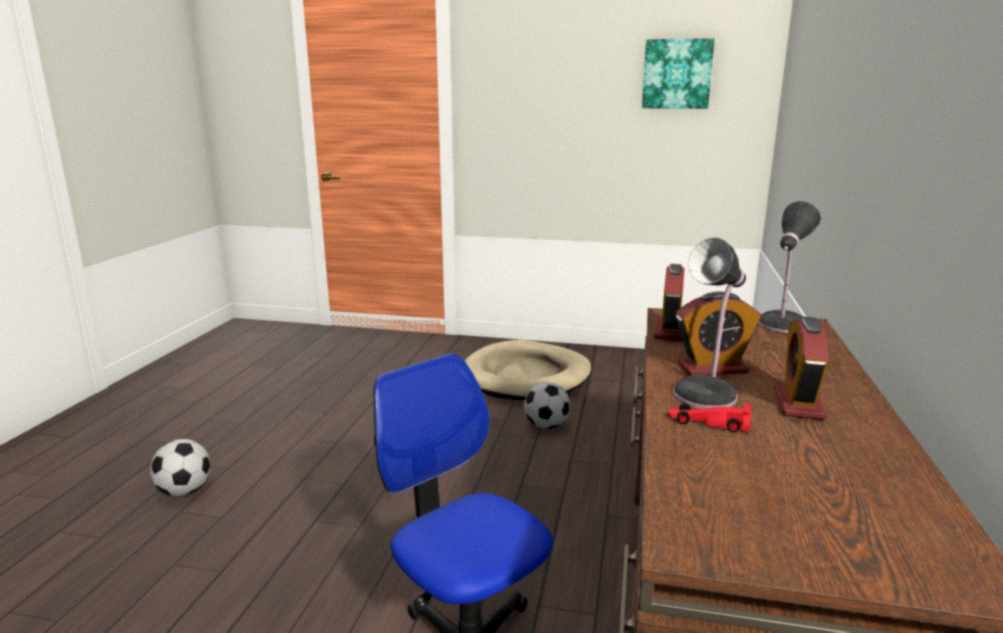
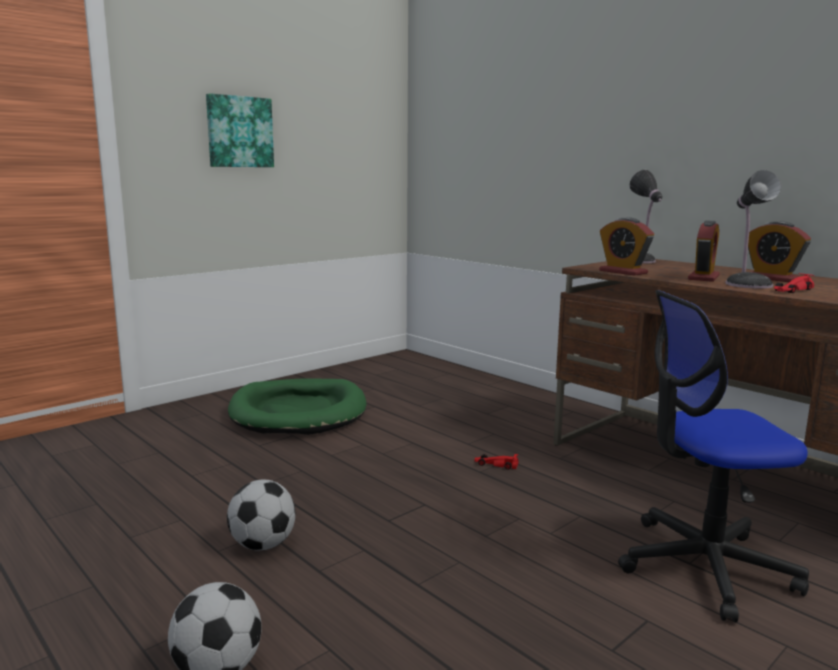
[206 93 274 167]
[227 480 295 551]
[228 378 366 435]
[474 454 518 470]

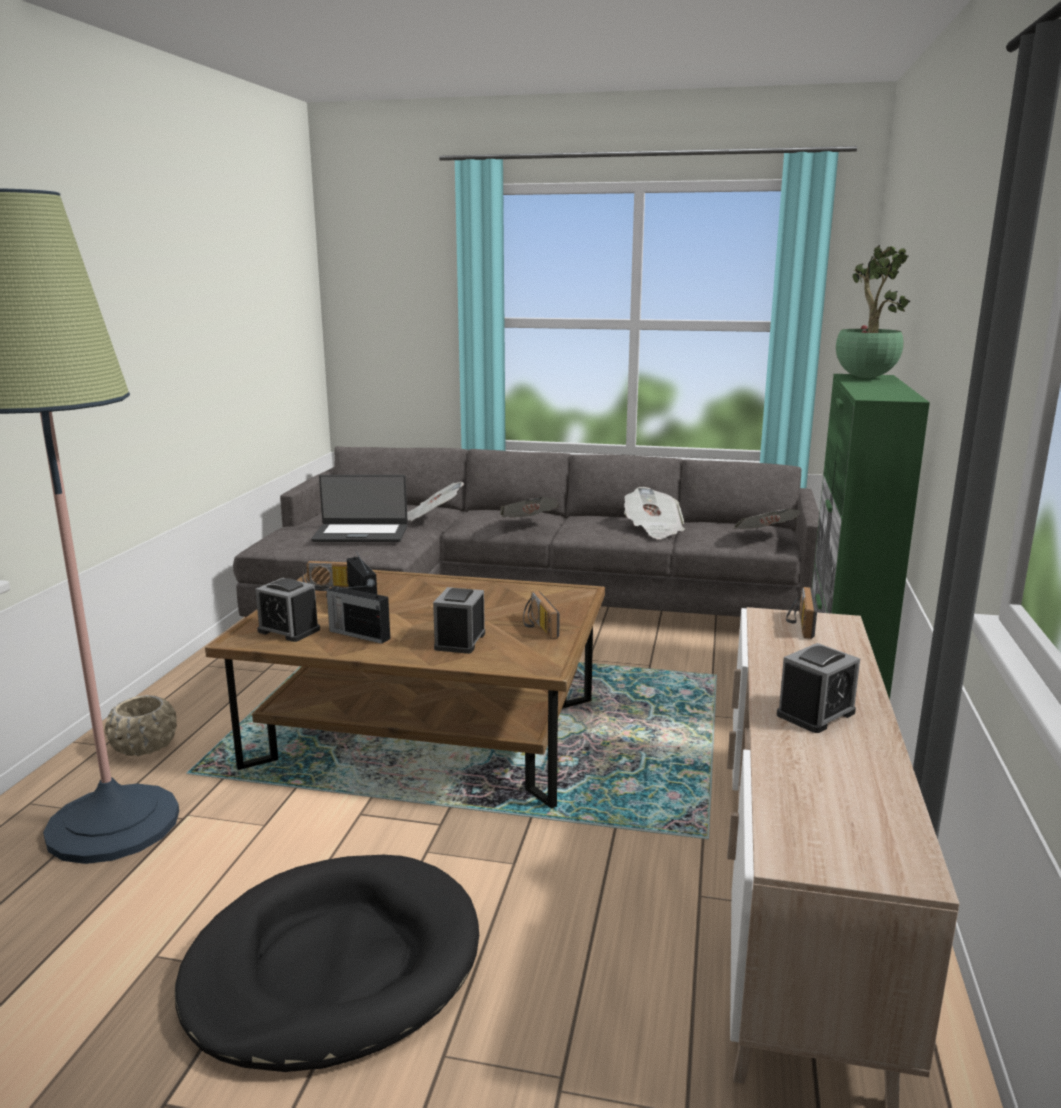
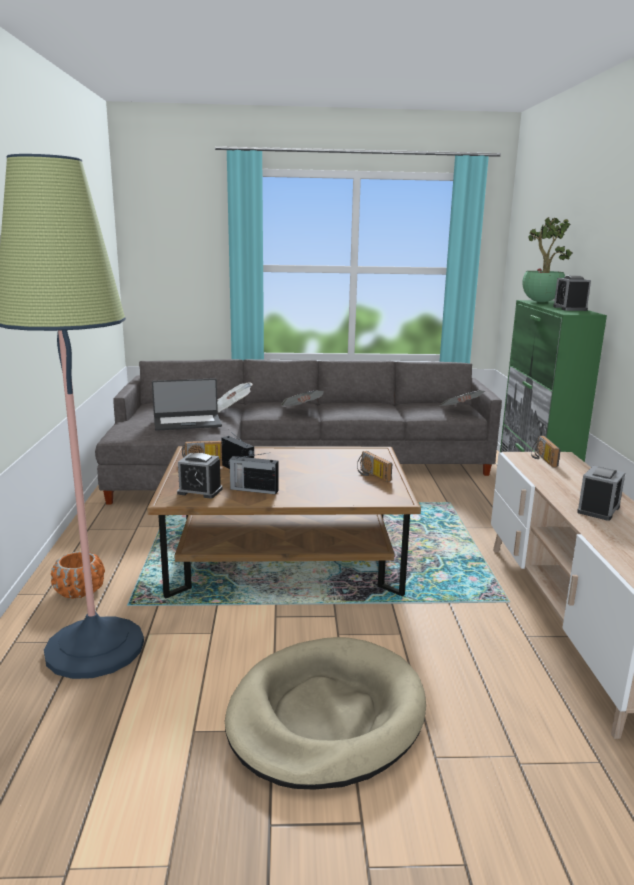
[51 551 105 599]
[225 637 426 790]
[553 276 591 311]
[624 487 685 539] (first image)

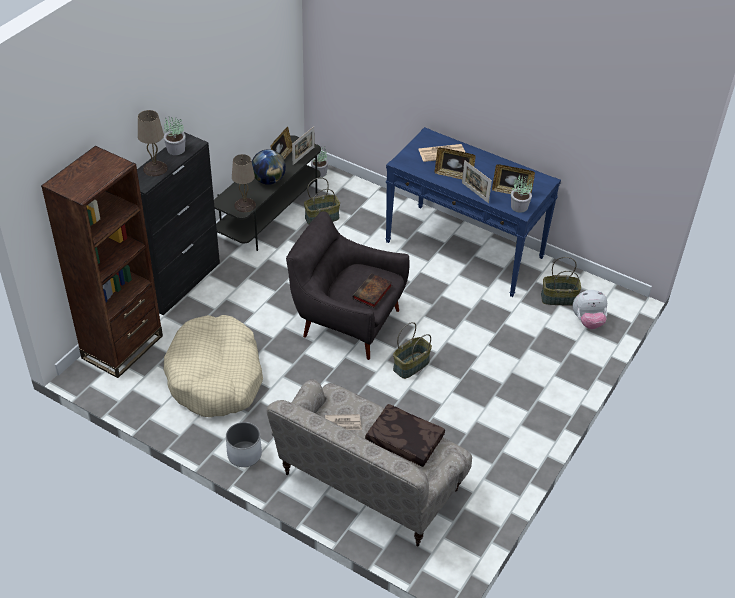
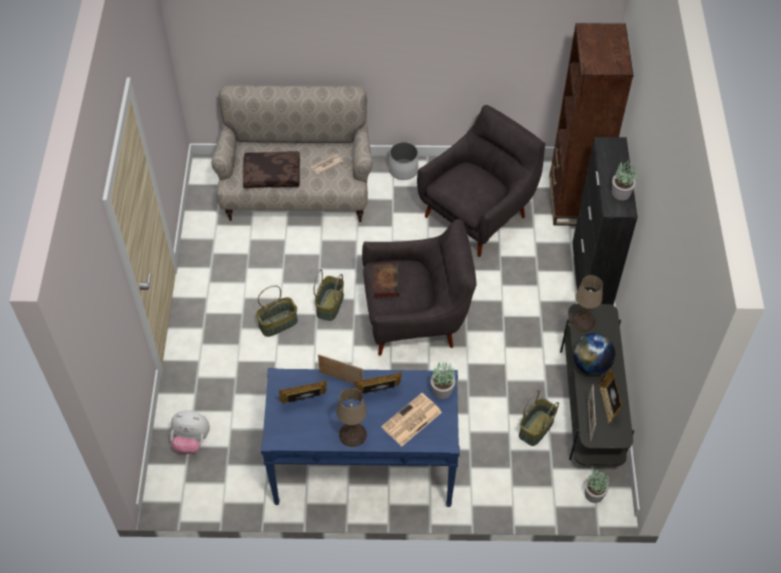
[170 410 210 454]
[256 286 298 337]
[337 388 367 447]
[417 105 545 257]
[430 362 455 399]

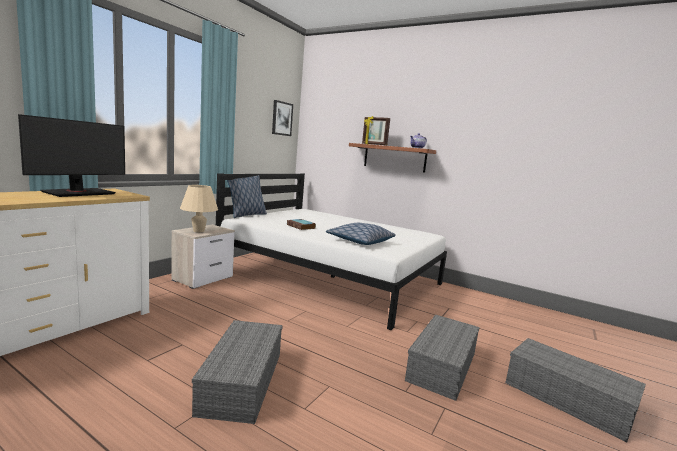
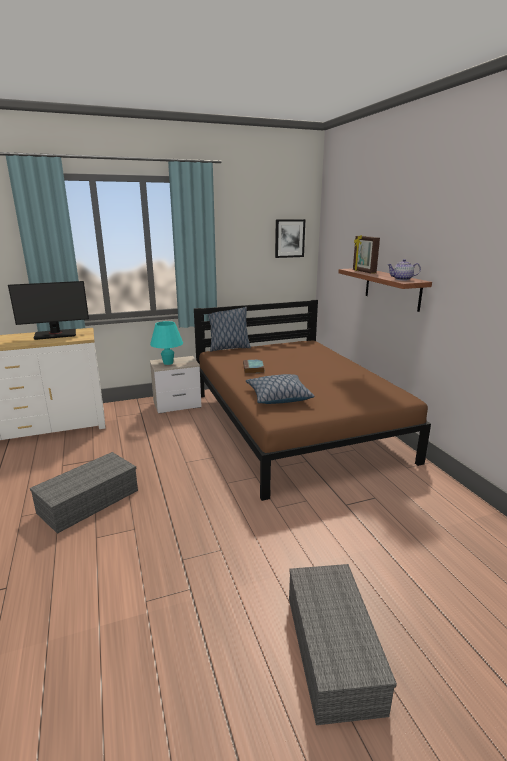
[150 321 183 365]
[194 300 431 501]
[405 314 480 401] (first image)

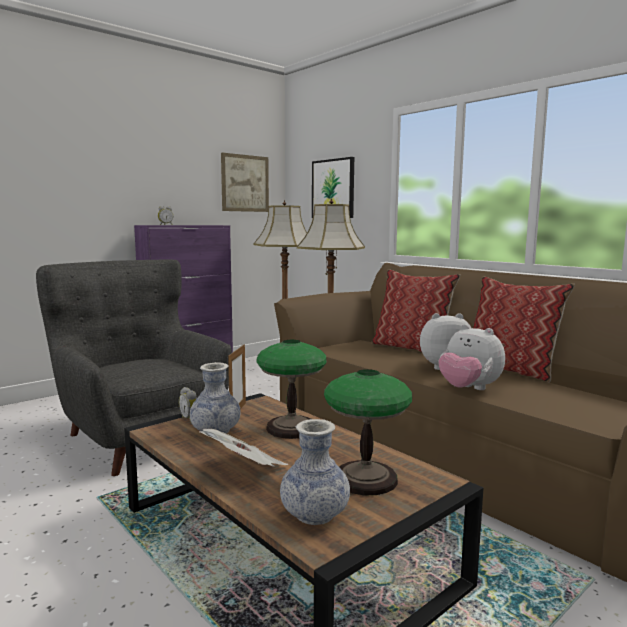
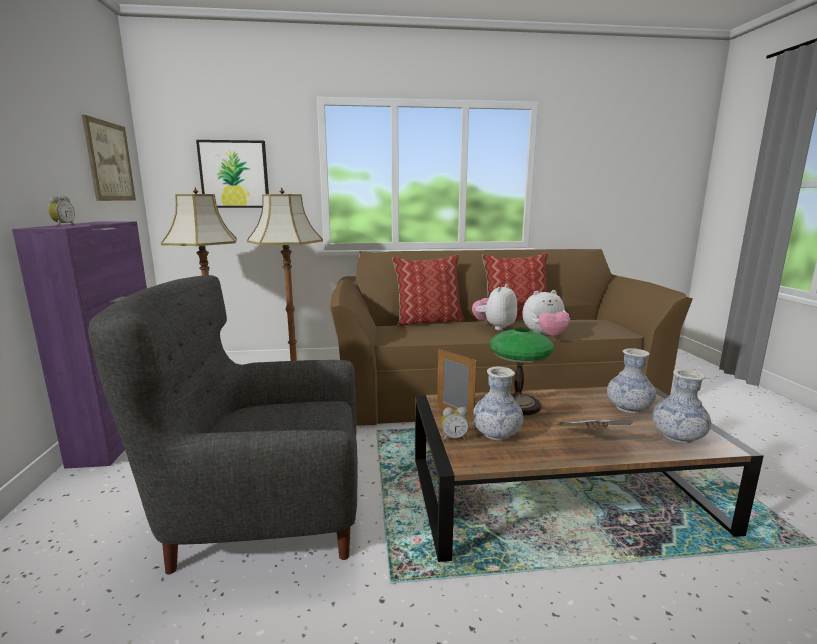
[607 348 656 413]

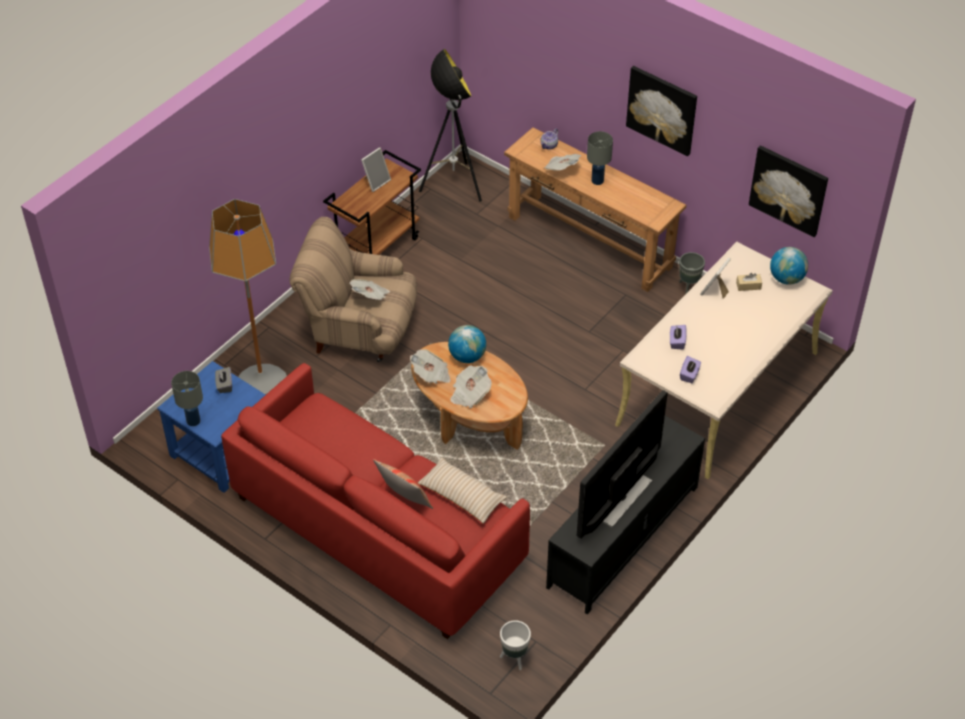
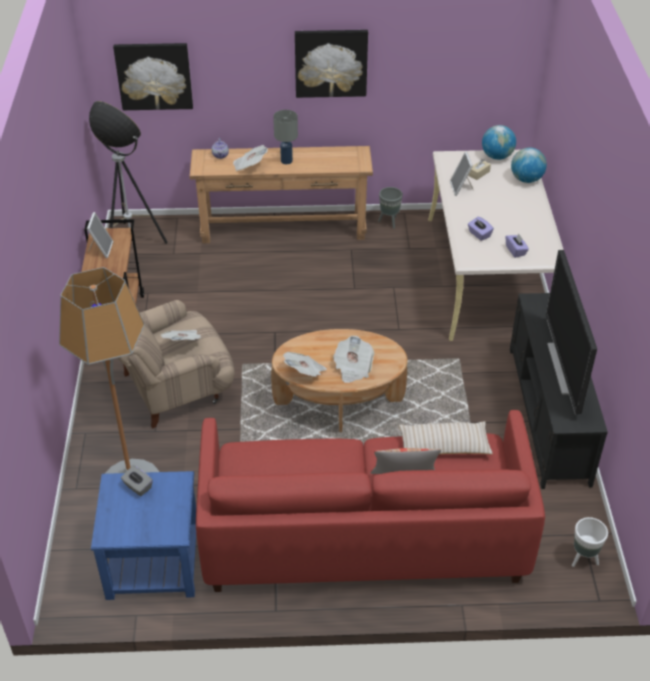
[113 43 193 110]
[511 147 547 183]
[171 371 203 426] (first image)

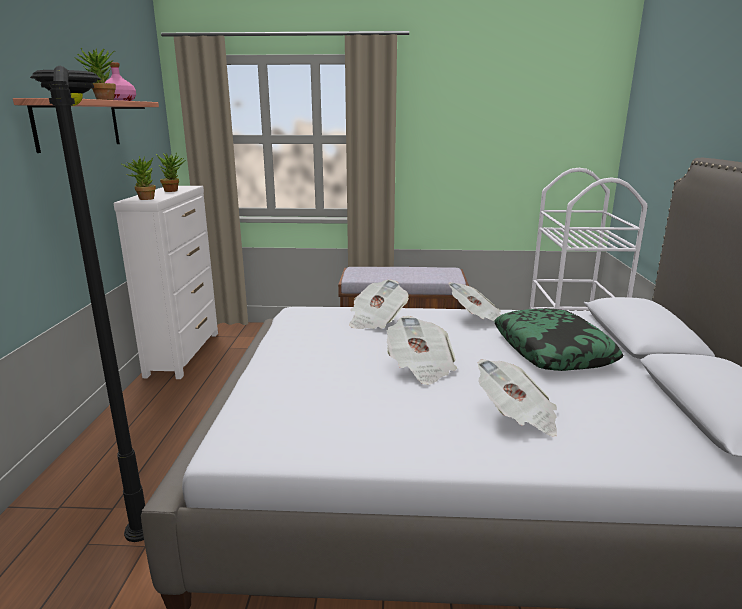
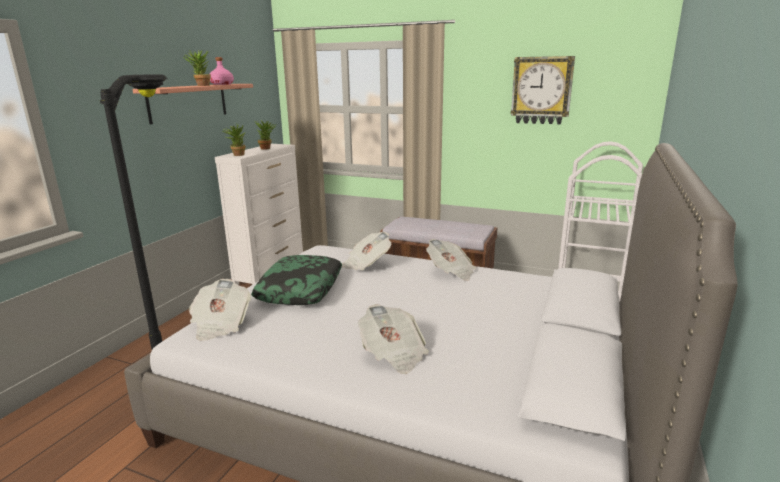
[189 279 251 341]
[251 255 342 305]
[511 56 575 124]

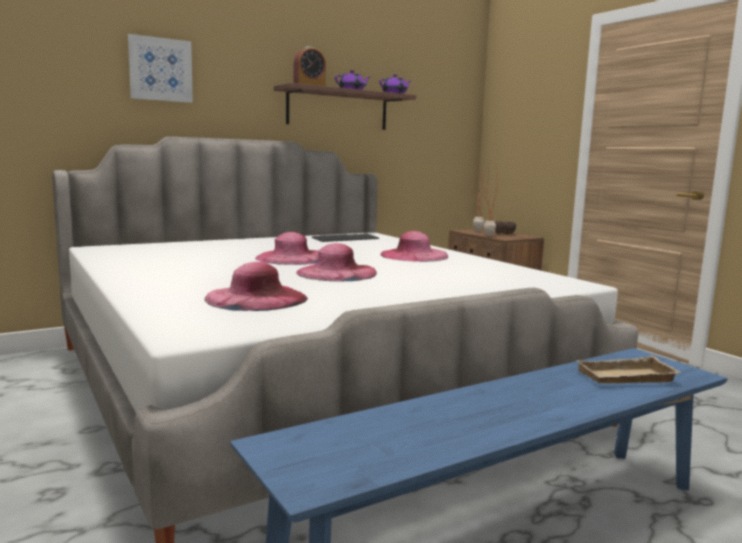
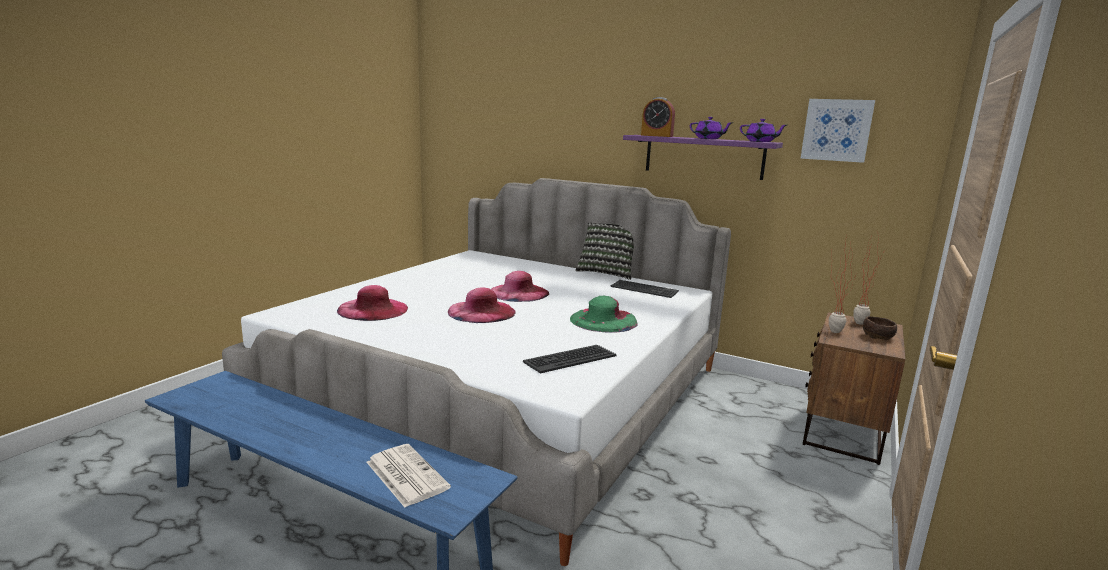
[367 444 451 507]
[523 345 617 373]
[570 296 638 333]
[575 223 634 280]
[623 135 783 180]
[800 99 875 163]

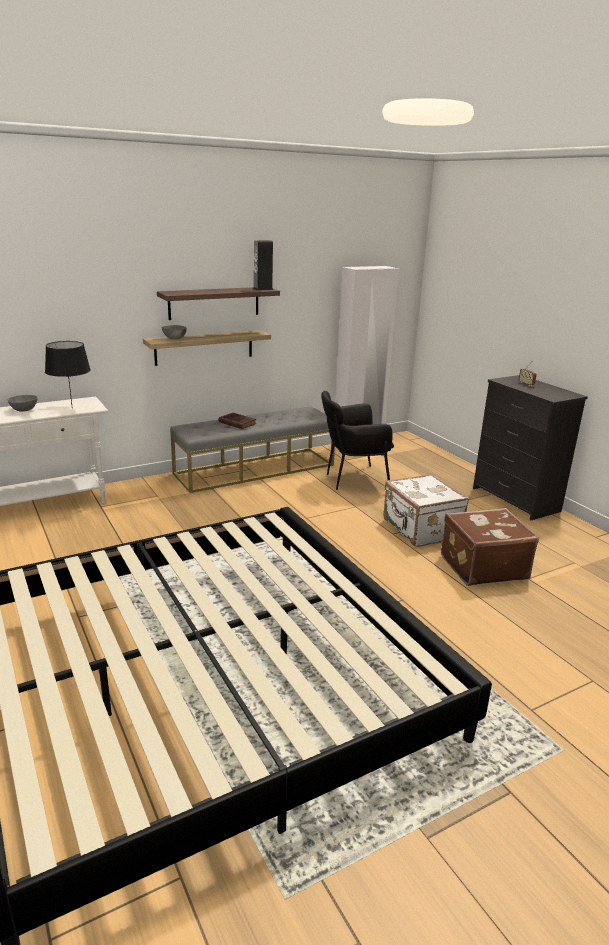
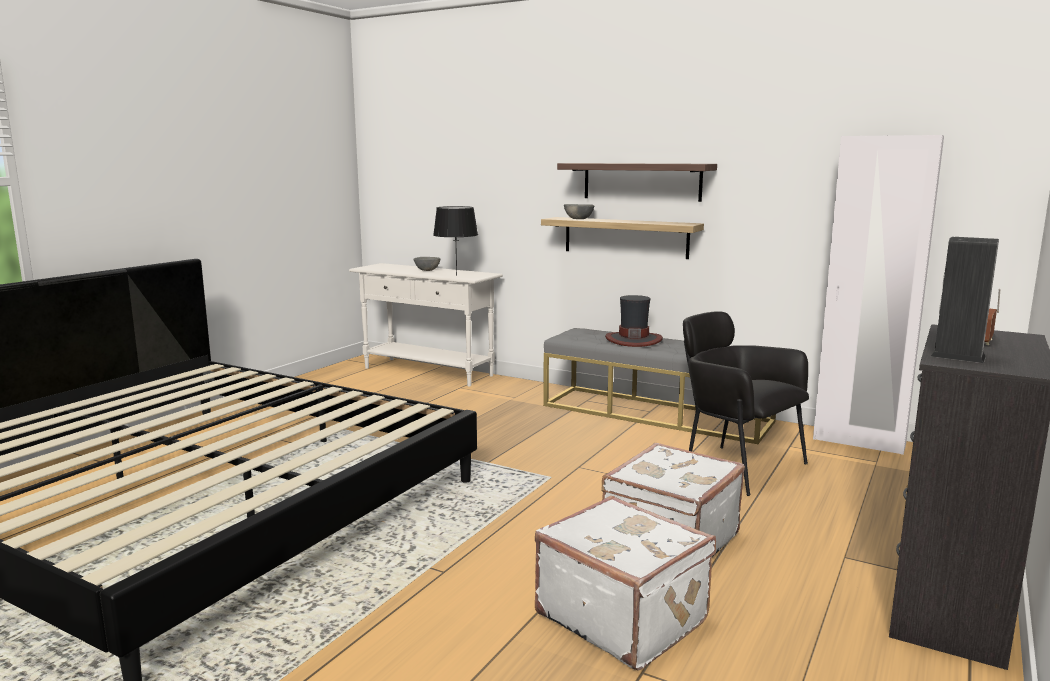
[535 496 716 671]
[605 295 663 347]
[931 237 999 363]

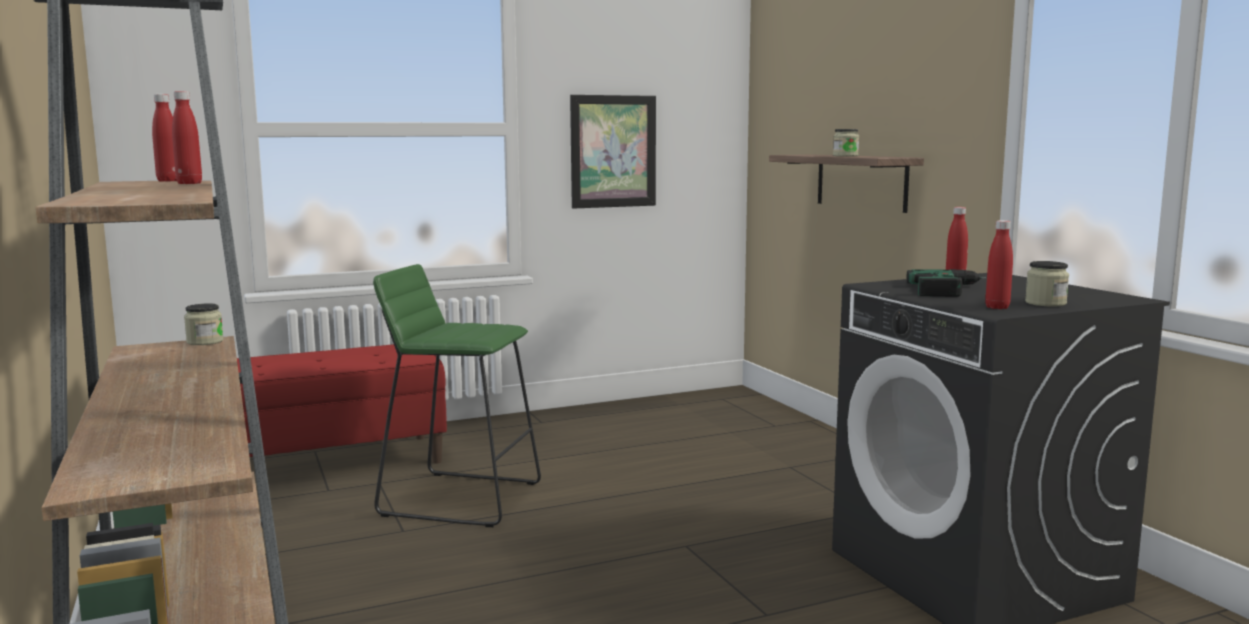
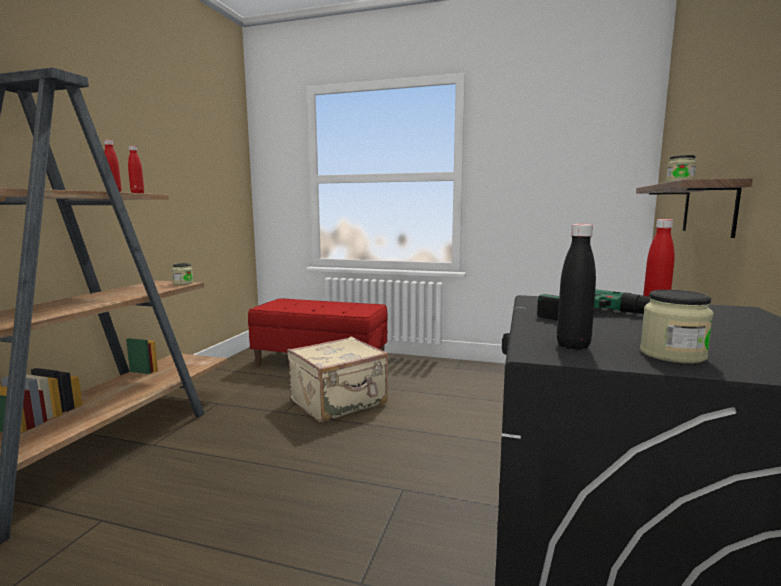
[287 337 388 422]
[557 224 596 350]
[570 95 656 209] (first image)

